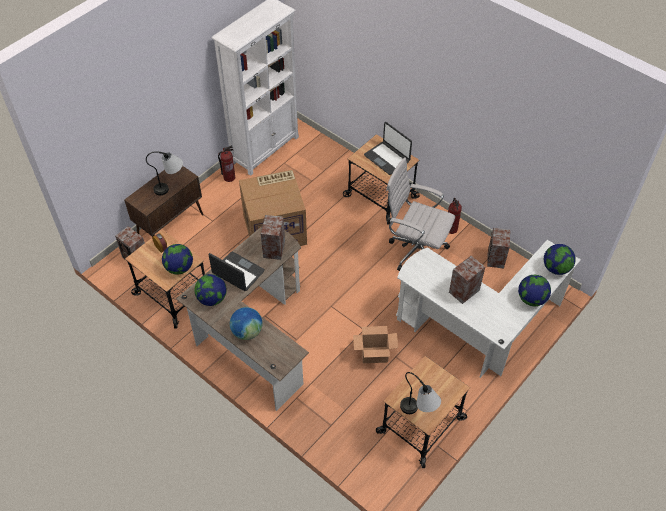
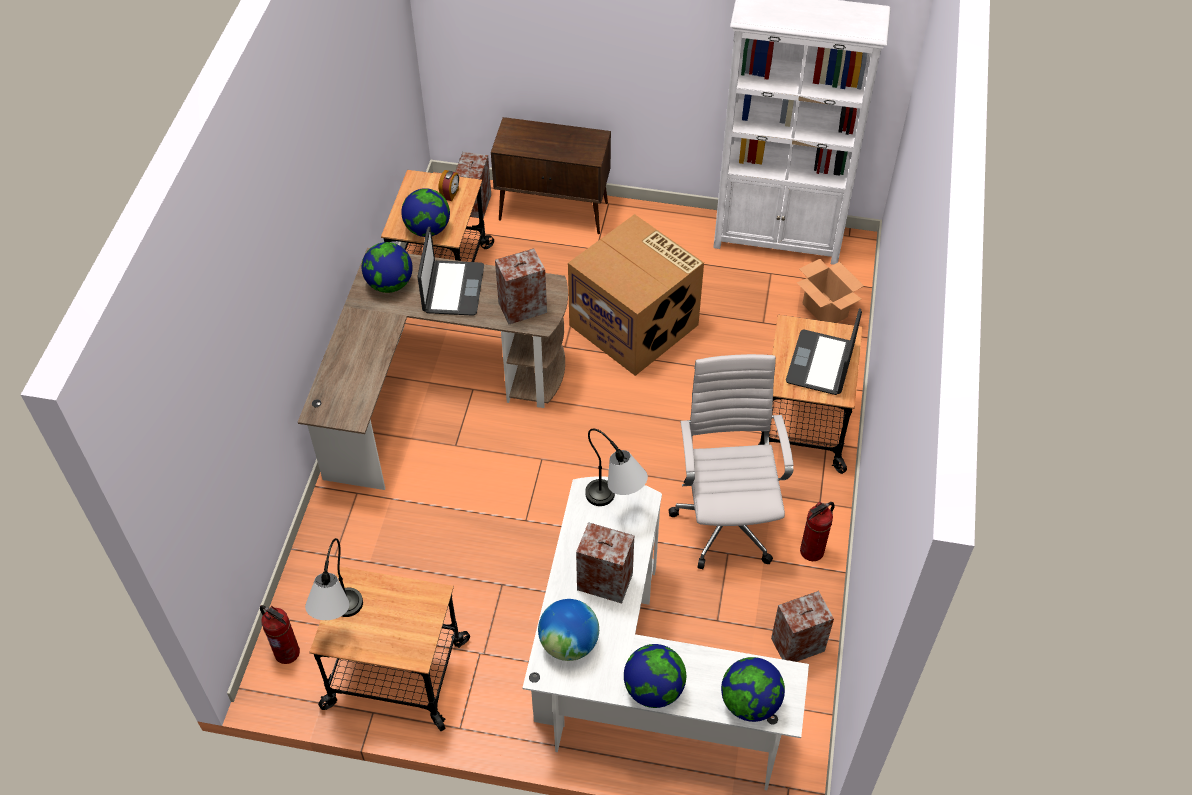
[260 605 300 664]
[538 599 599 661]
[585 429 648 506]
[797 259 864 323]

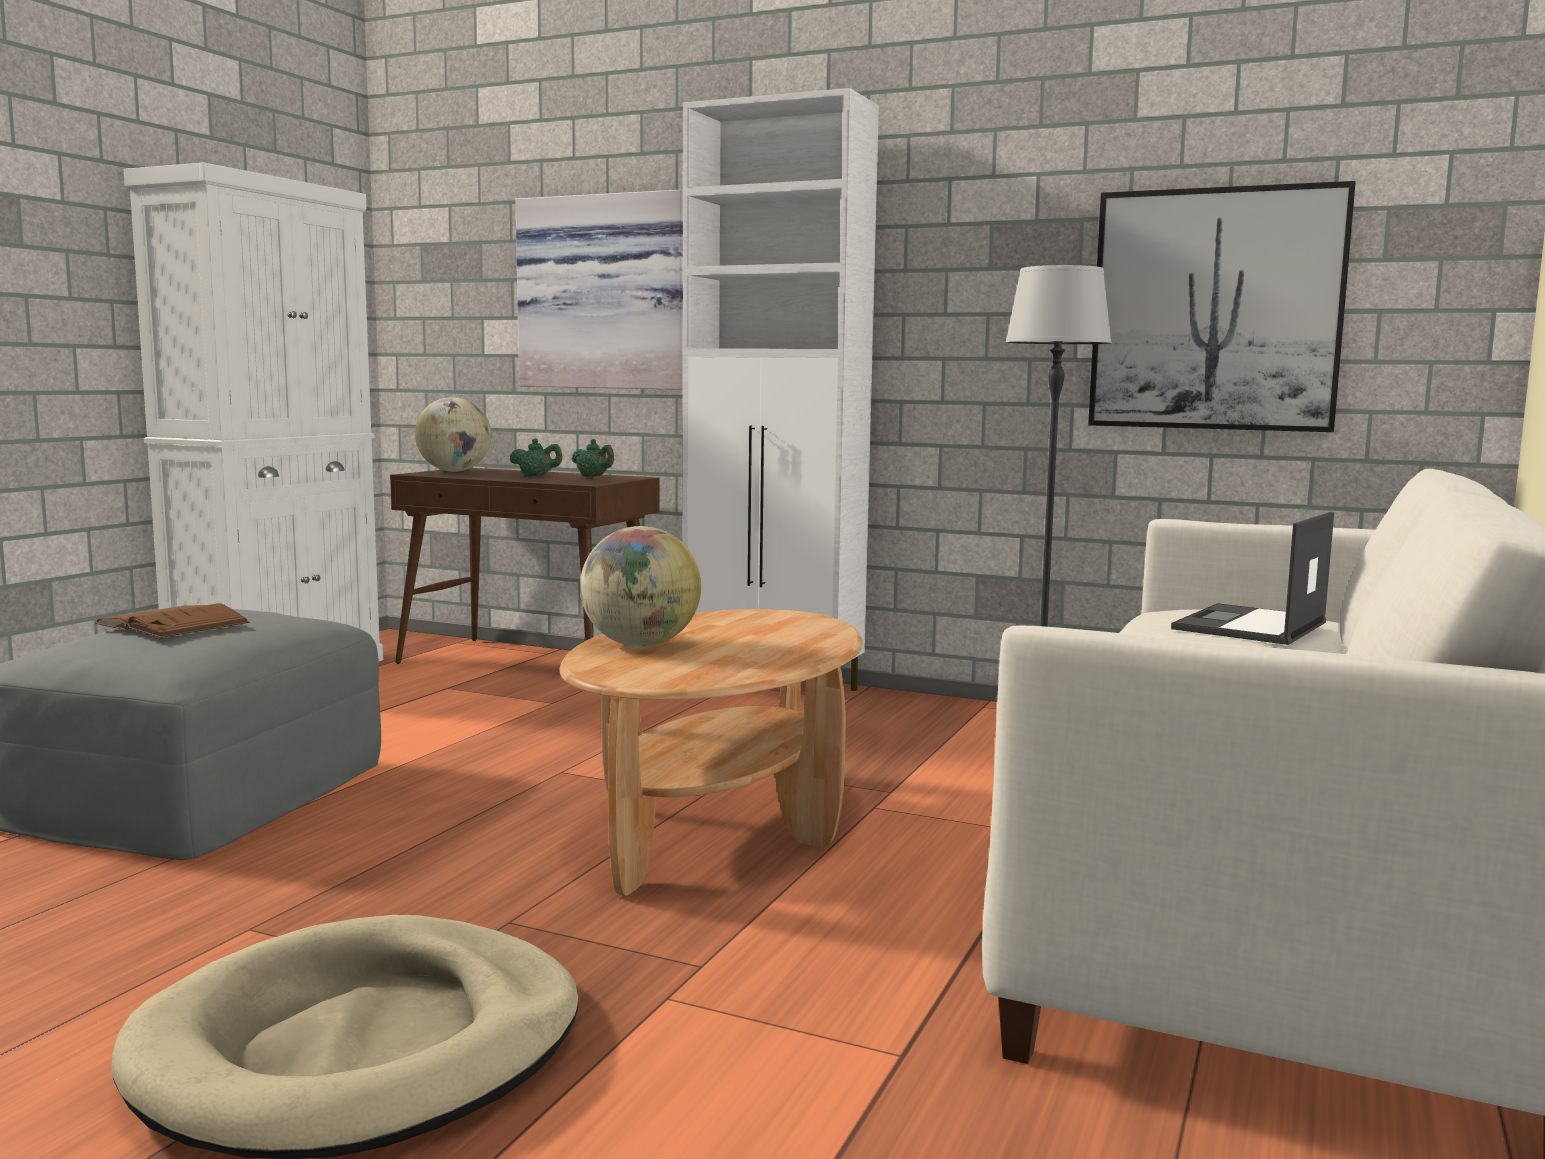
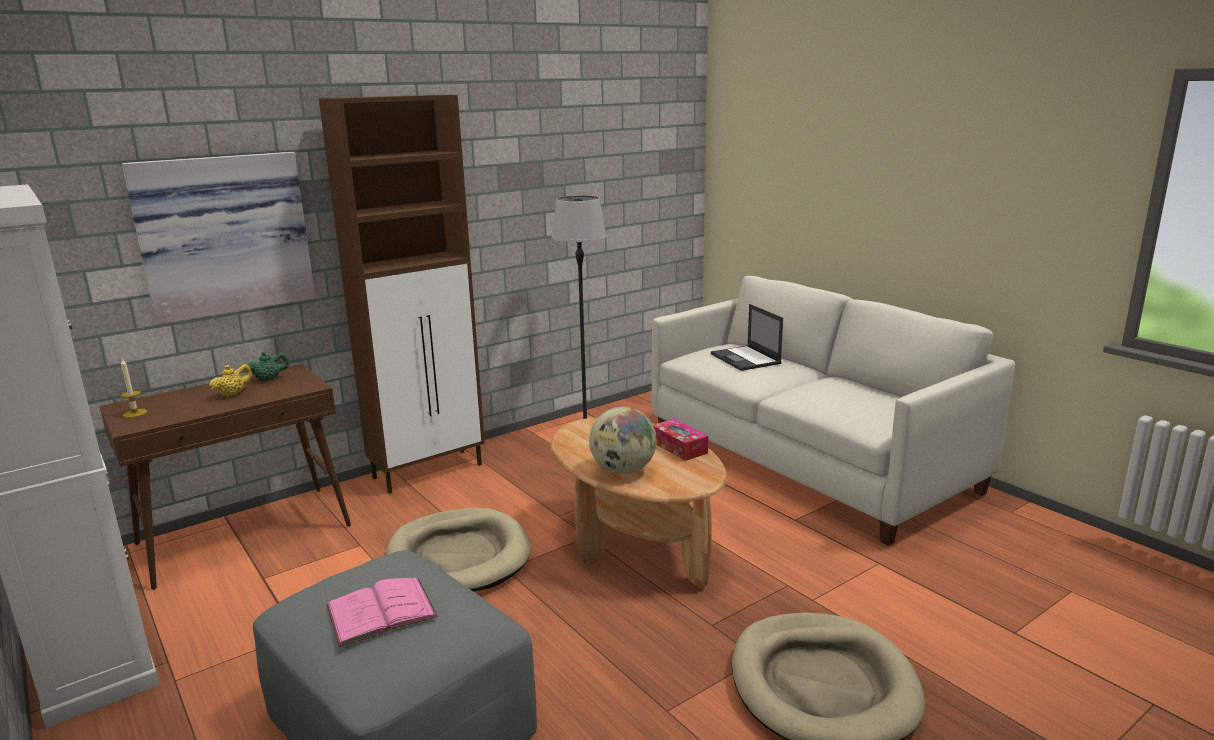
[120 358 147 418]
[210 364 252 397]
[319 95 485 494]
[326 578 438 647]
[386 508 531 592]
[653 419 708 461]
[1088 181 1356 432] (first image)

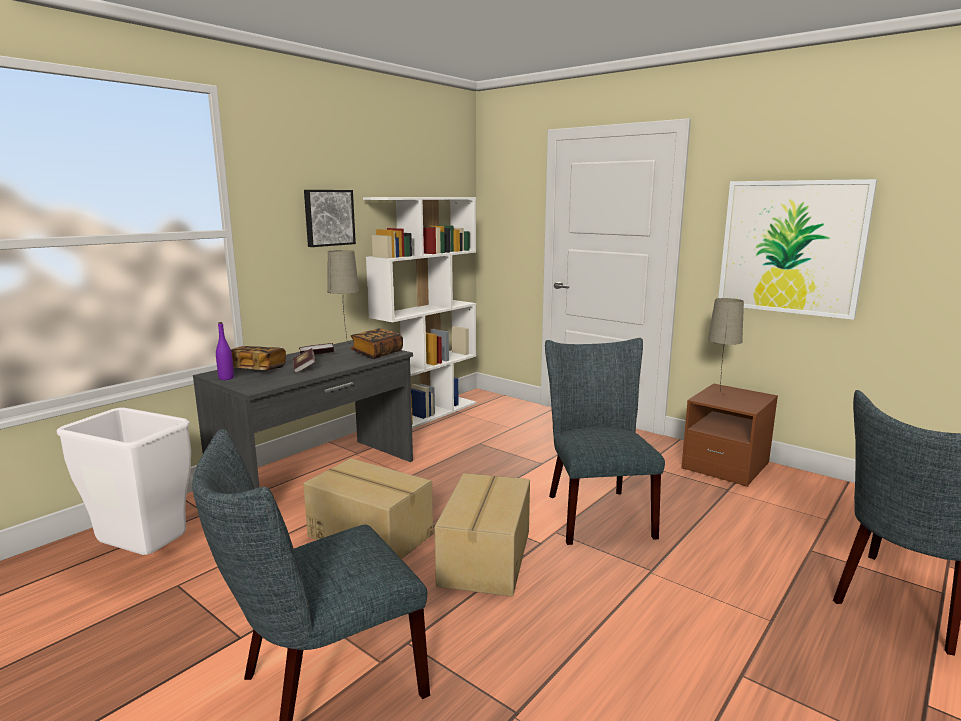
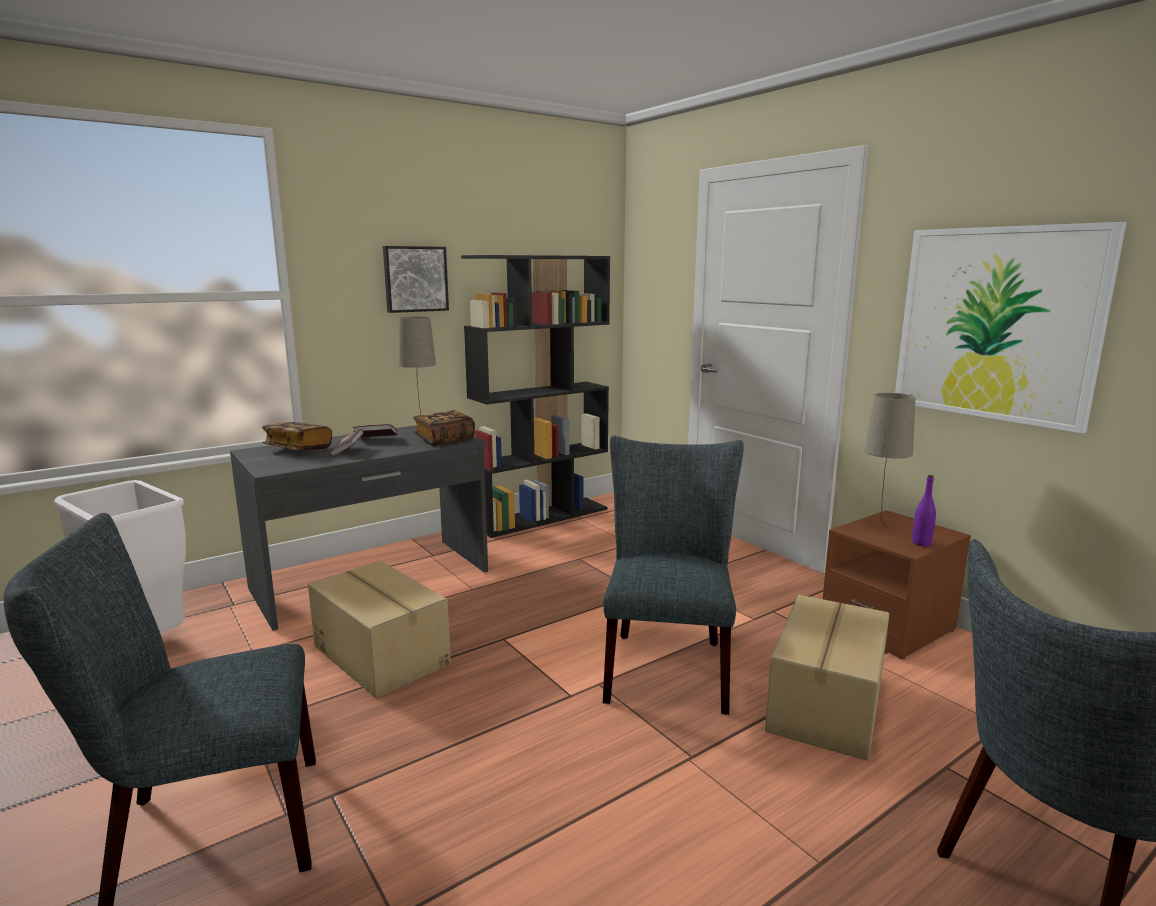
[461 255 610 538]
[765 595 889 761]
[912 475 936 547]

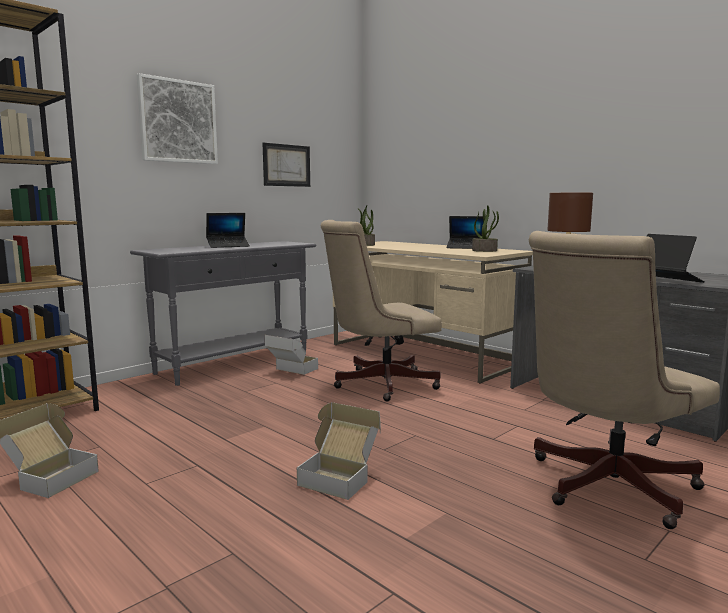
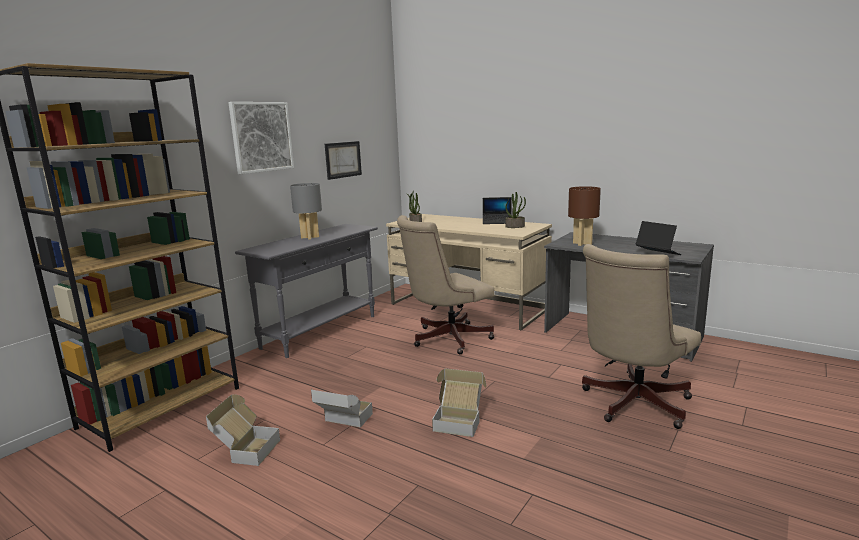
[290 183 322 240]
[311 388 373 428]

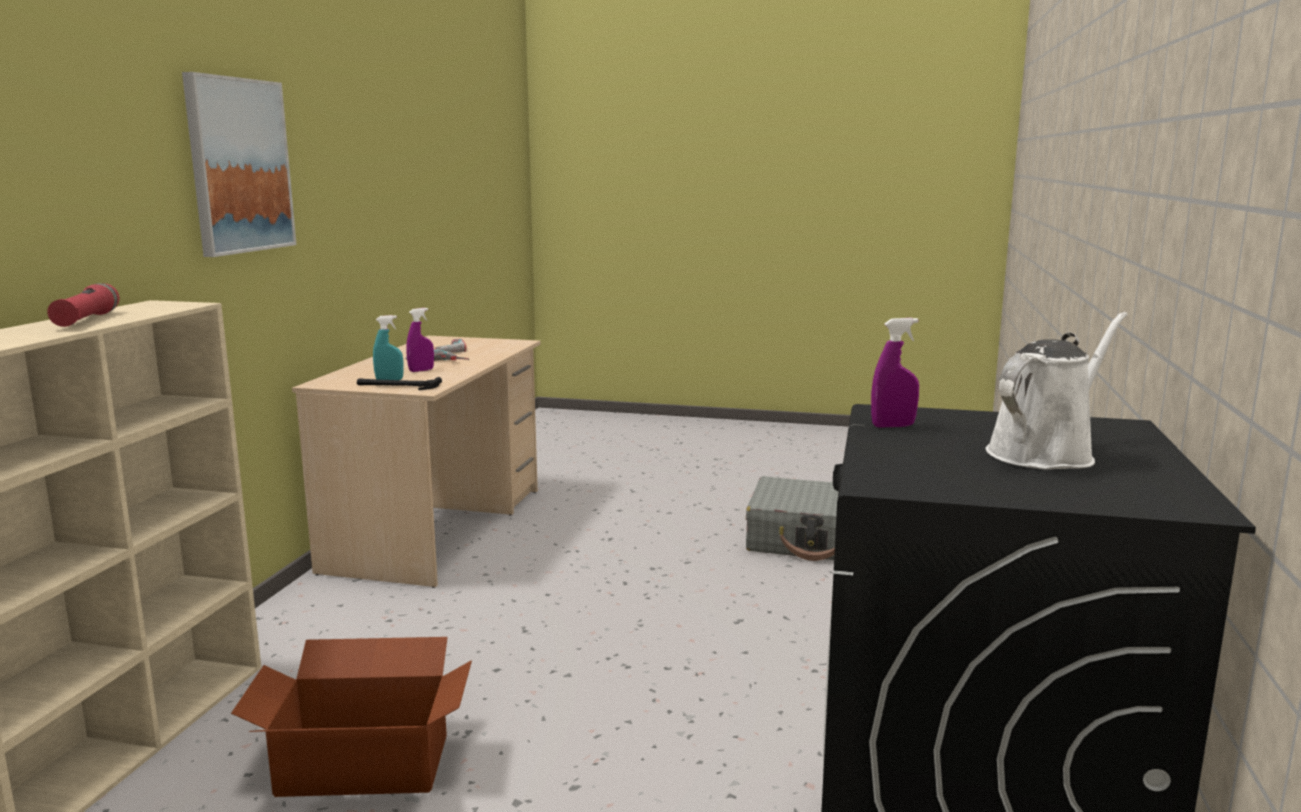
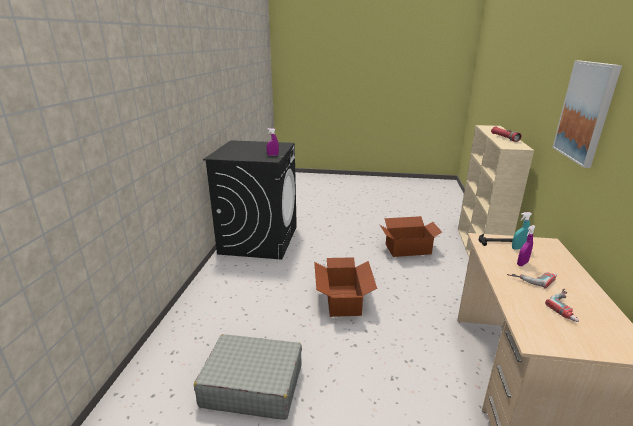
[314 257 377 317]
[986 312 1127 469] (first image)

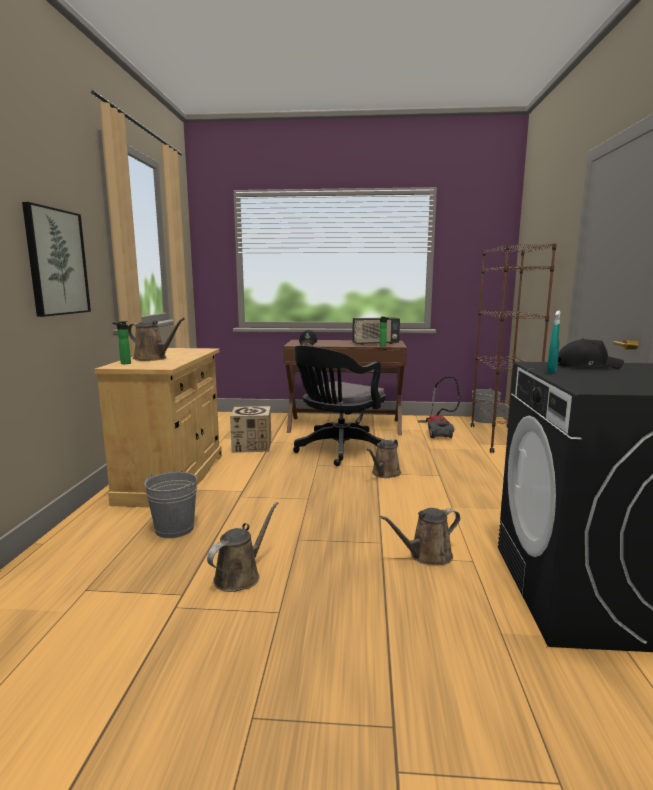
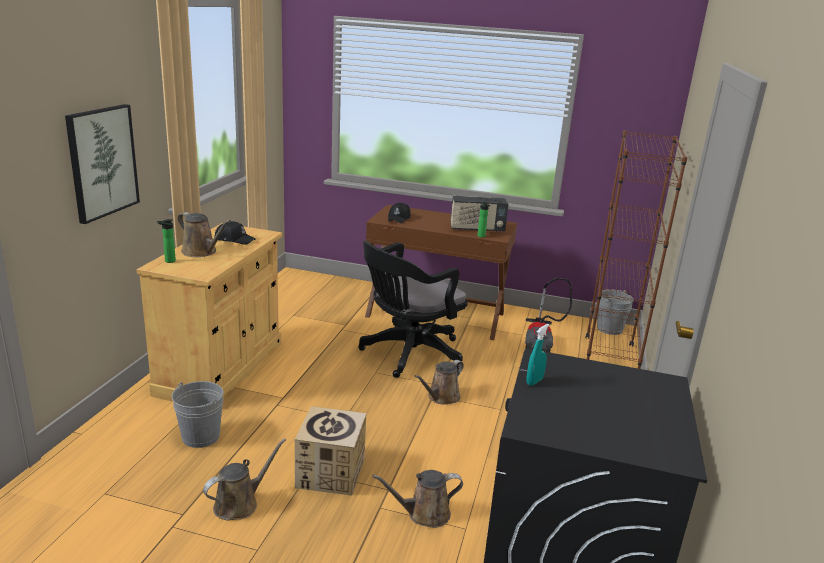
[214 221 255 245]
[295 406 366 496]

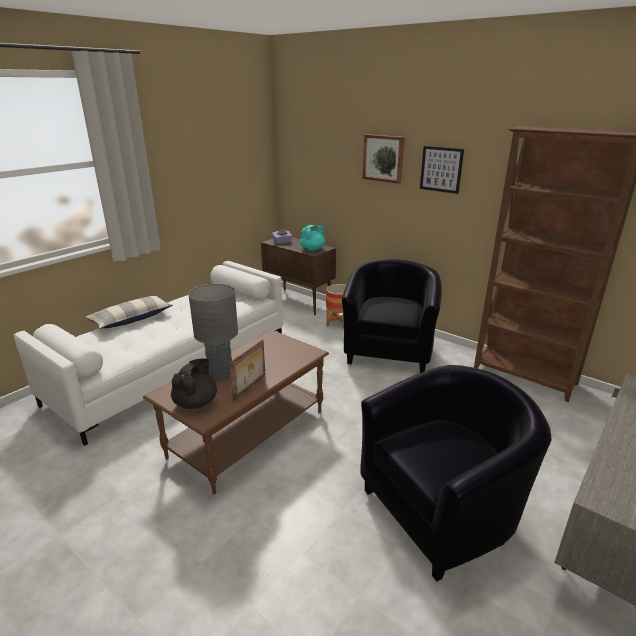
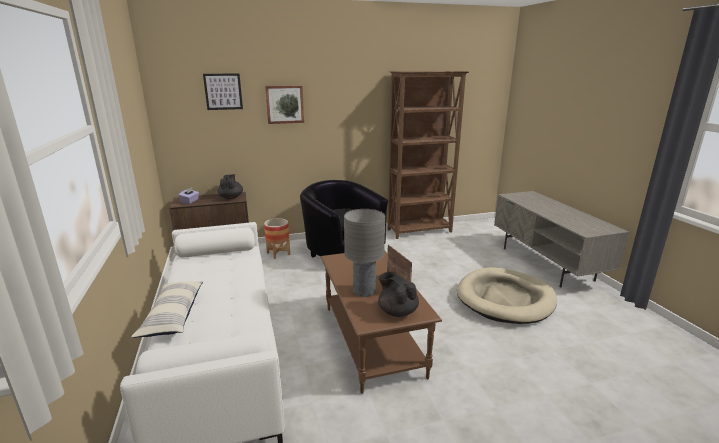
[203 73 243 110]
[218 174 243 199]
[457 267 557 324]

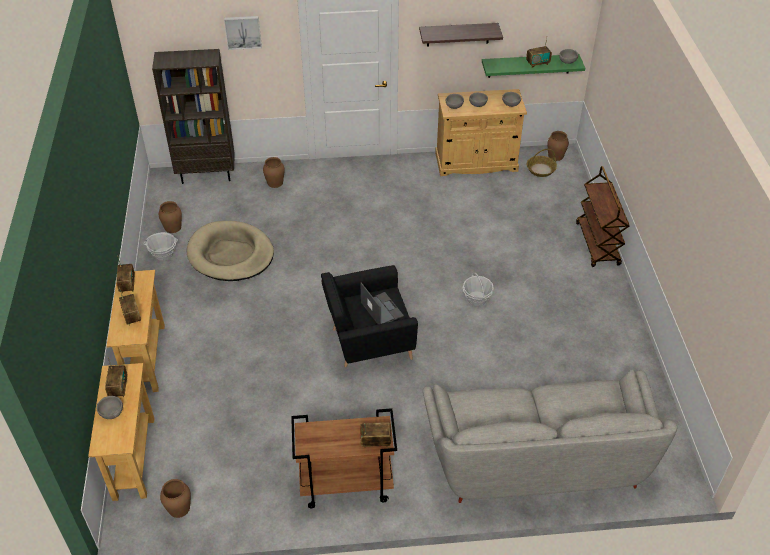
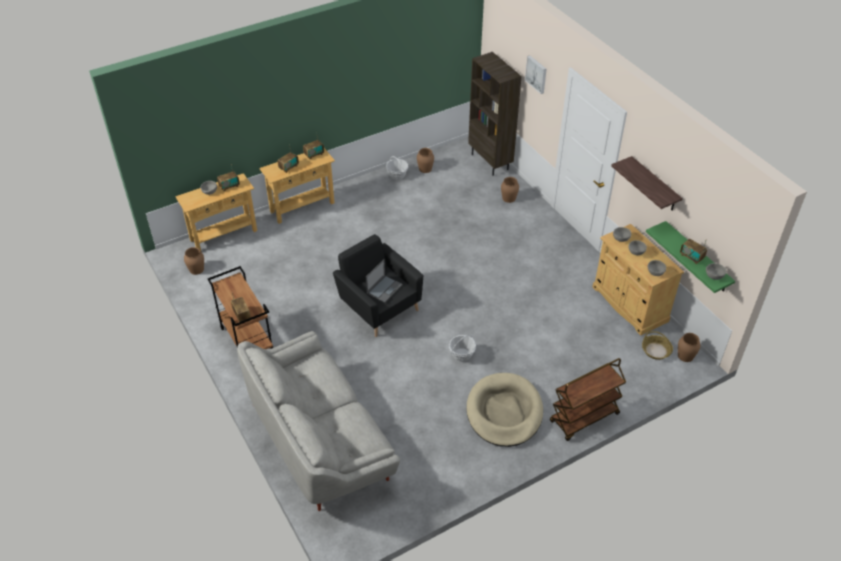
[466 373 543 447]

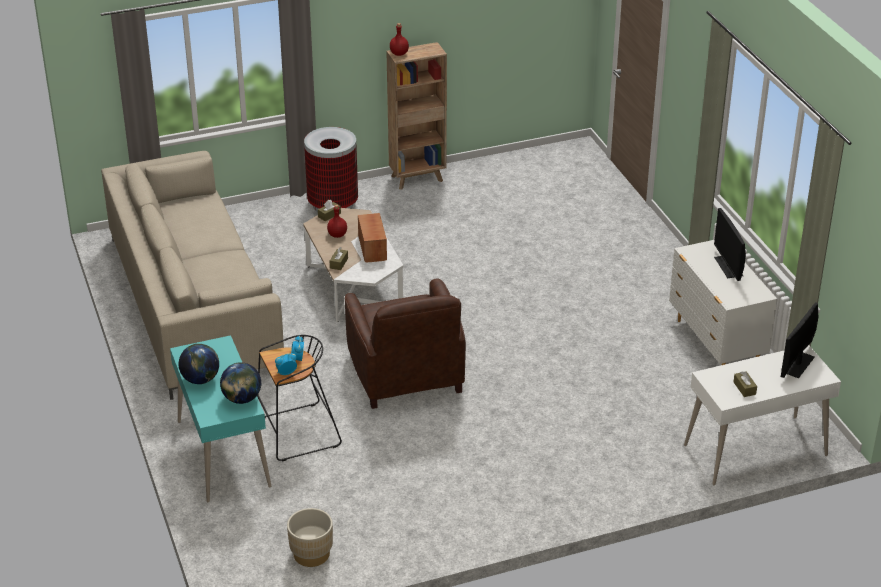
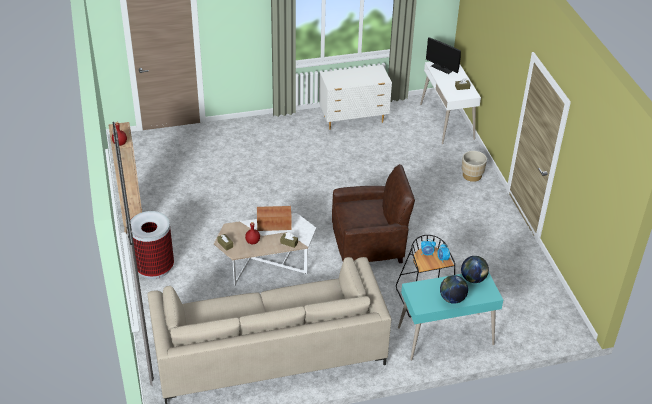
[462 151 487 182]
[714 208 746 281] (first image)

